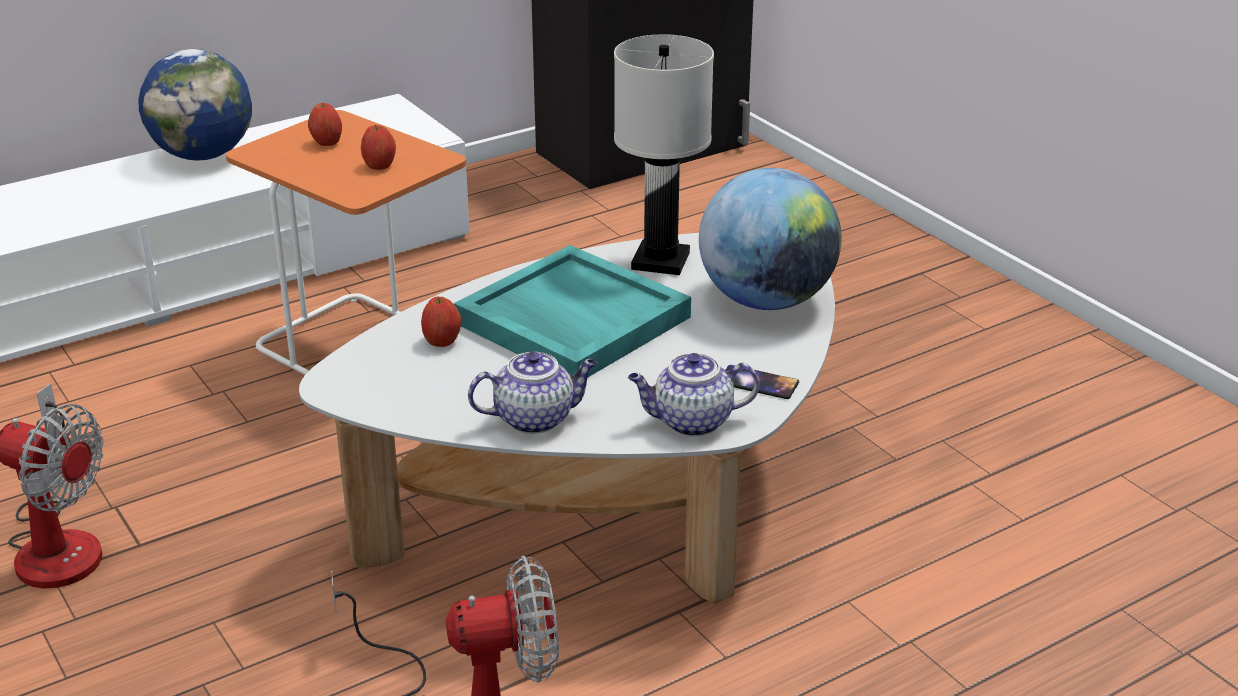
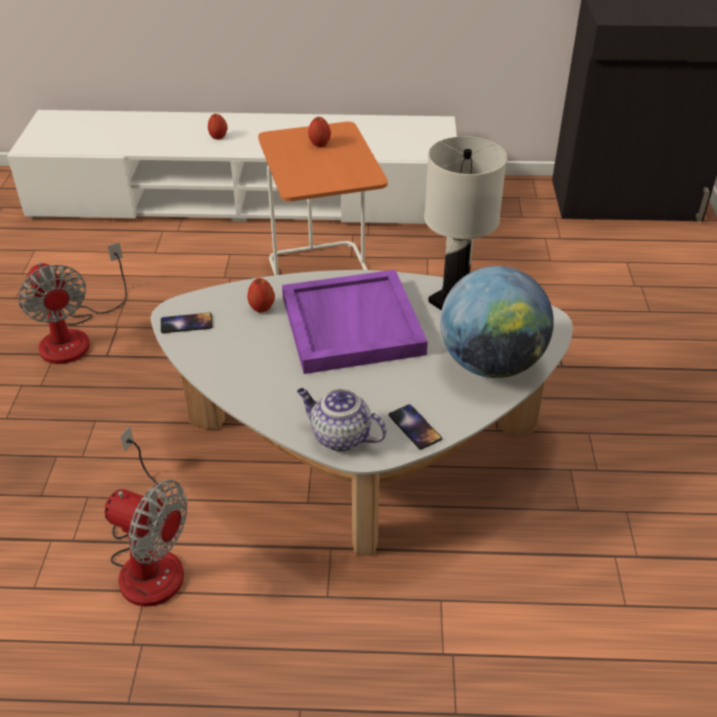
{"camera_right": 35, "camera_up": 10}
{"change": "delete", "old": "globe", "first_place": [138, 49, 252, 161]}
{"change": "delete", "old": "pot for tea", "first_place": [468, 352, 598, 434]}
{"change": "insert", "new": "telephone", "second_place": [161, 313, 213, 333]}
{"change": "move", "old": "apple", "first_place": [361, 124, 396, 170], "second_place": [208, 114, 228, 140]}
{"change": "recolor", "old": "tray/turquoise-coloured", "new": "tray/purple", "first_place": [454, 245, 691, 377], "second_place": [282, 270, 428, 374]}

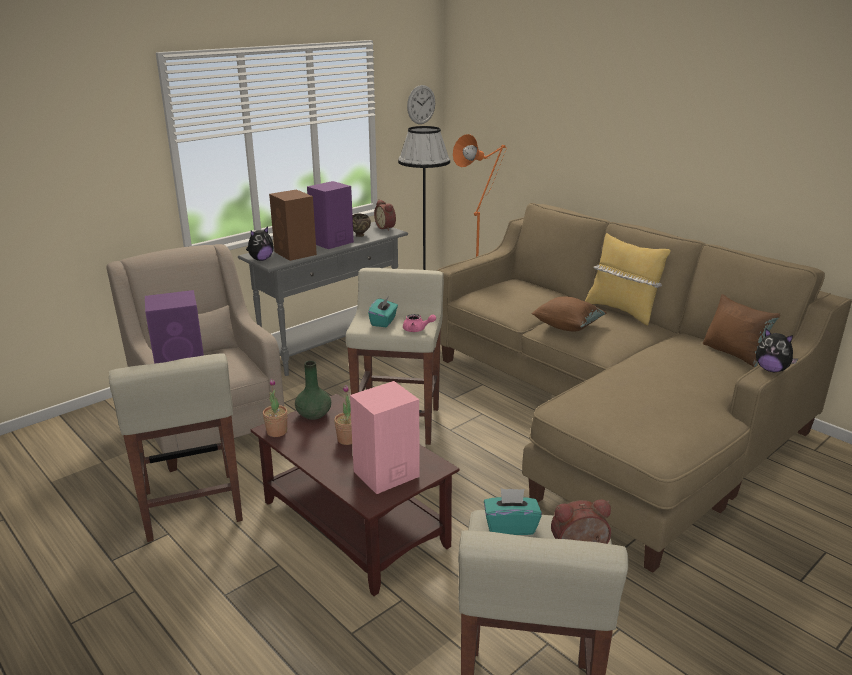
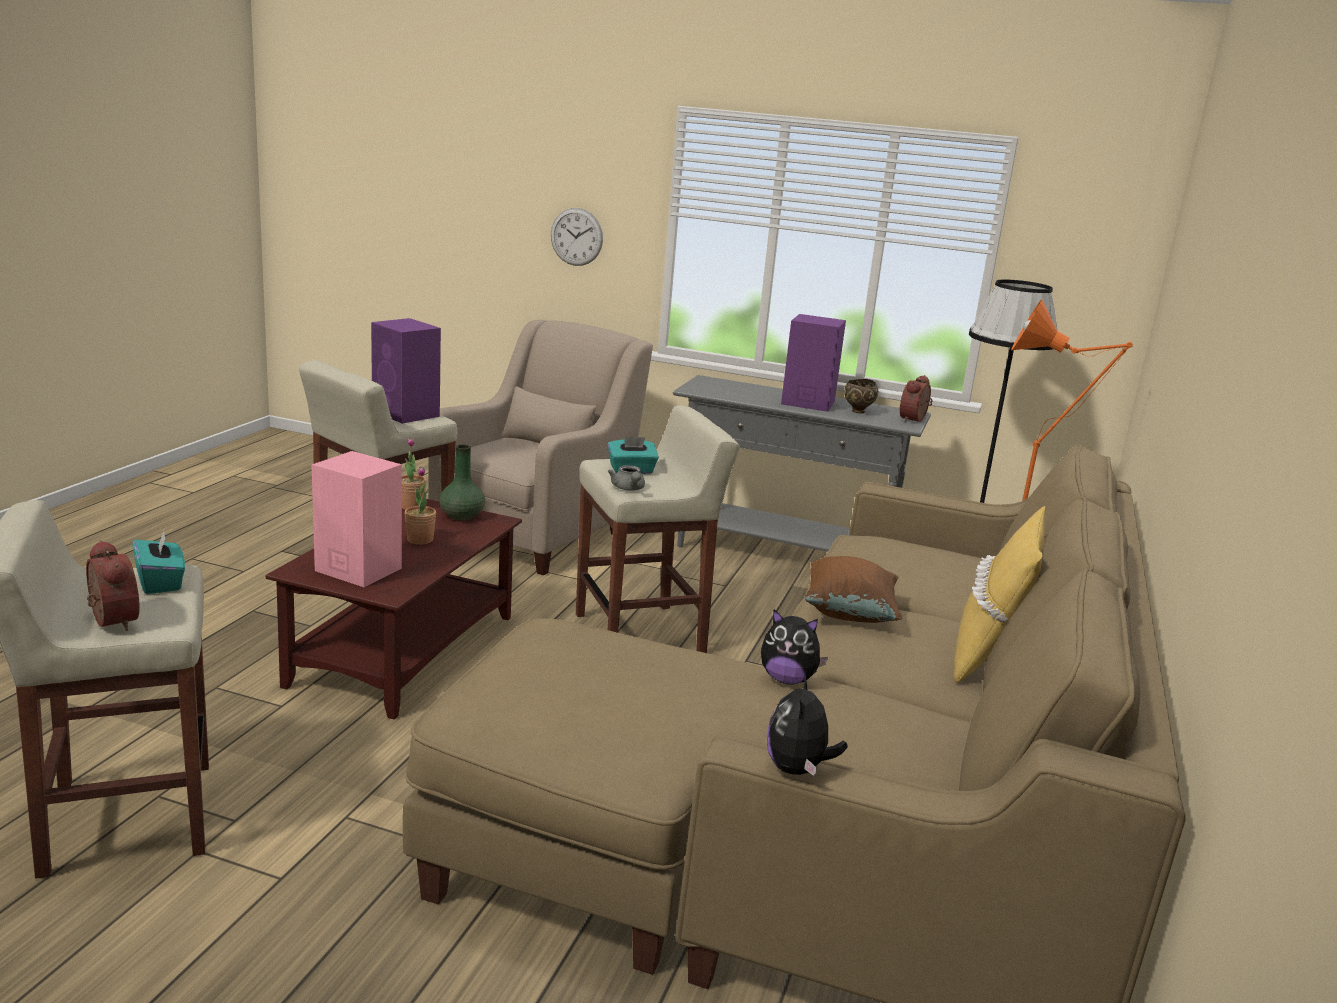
{"camera_right": 60, "camera_up": -5}
{"change": "delete", "old": "speaker/brown", "first_place": [269, 189, 317, 261]}
{"change": "delete", "old": "throw pillow/brown", "first_place": [703, 294, 780, 367]}
{"change": "move", "old": "cuddly toy", "first_place": [246, 227, 274, 261], "second_place": [761, 609, 828, 684]}
{"change": "move", "old": "hanging clock", "first_place": [407, 85, 435, 124], "second_place": [551, 208, 603, 266]}
{"change": "recolor", "old": "pot for tea/pink-coloured", "new": "pot for tea/grey", "first_place": [403, 314, 436, 332], "second_place": [608, 465, 645, 490]}

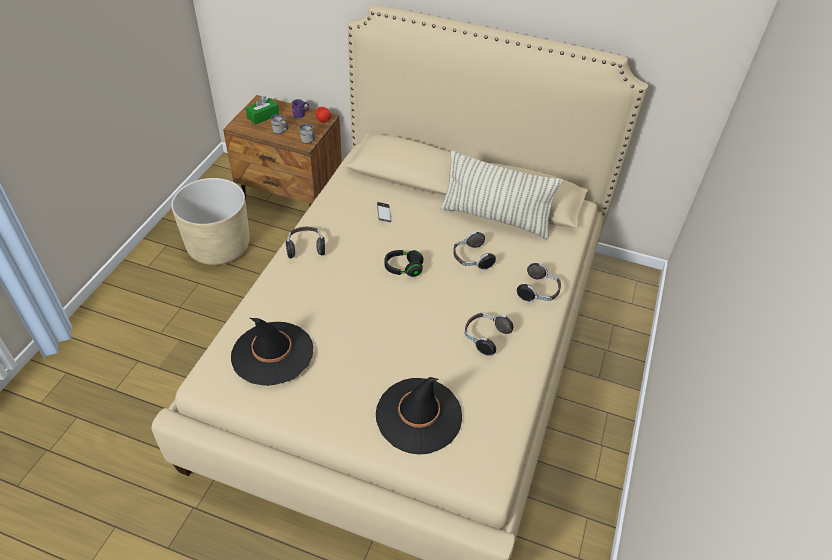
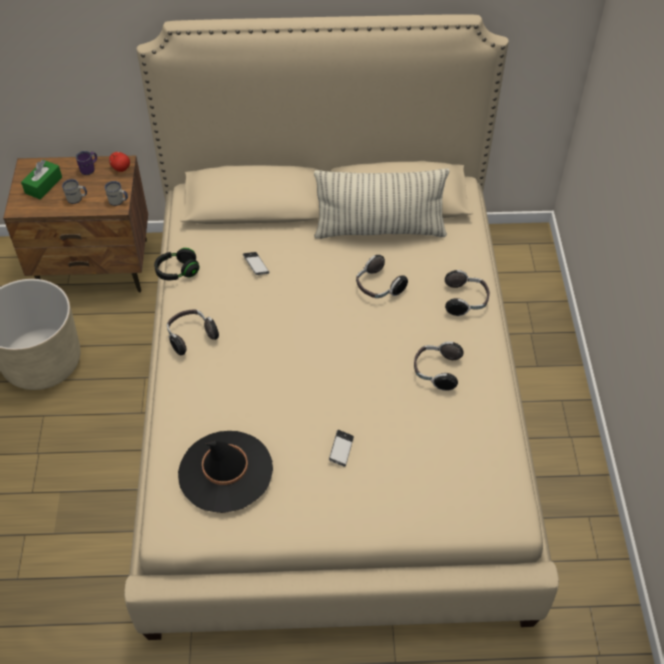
{"camera_right": -20, "camera_up": 5}
{"change": "delete", "old": "clothing hat/blackish", "first_place": [376, 377, 462, 454]}
{"change": "insert", "new": "telephone", "second_place": [329, 430, 354, 467]}
{"change": "move", "old": "headset/blackish", "first_place": [385, 250, 423, 277], "second_place": [154, 248, 199, 280]}

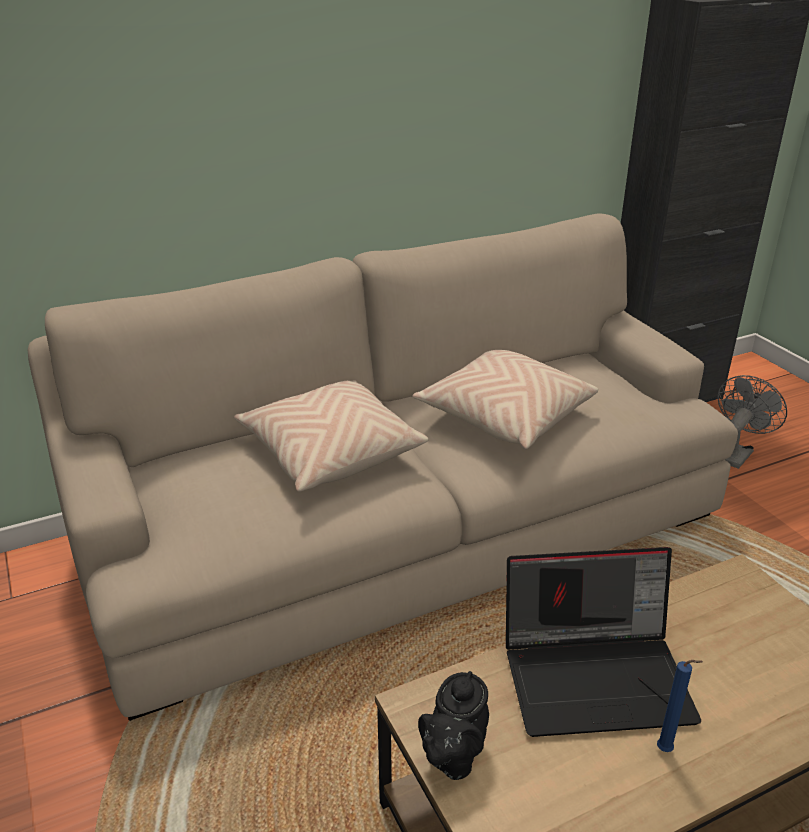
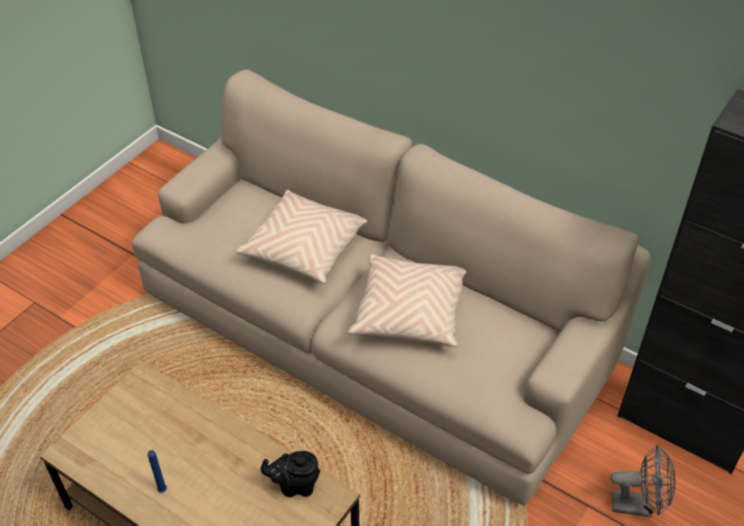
{"camera_right": 60, "camera_up": 15}
{"change": "delete", "old": "laptop", "first_place": [506, 547, 701, 737]}
{"change": "move", "old": "pot for tea/blackish", "first_place": [418, 671, 489, 780], "second_place": [261, 451, 320, 497]}

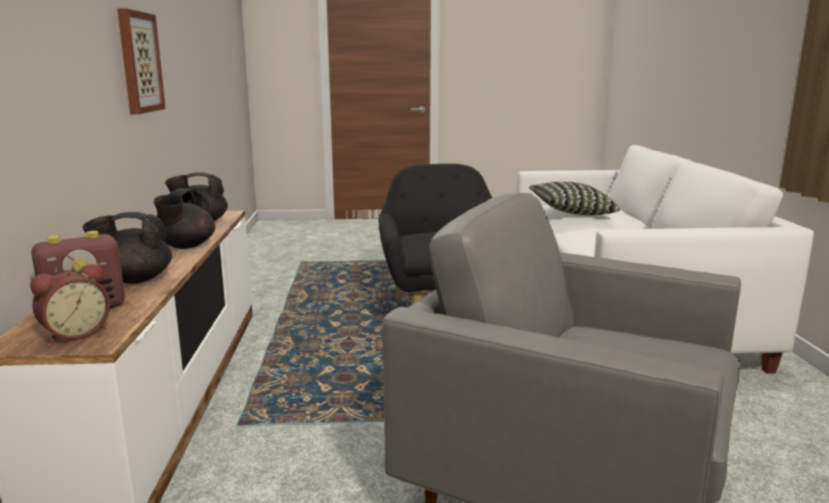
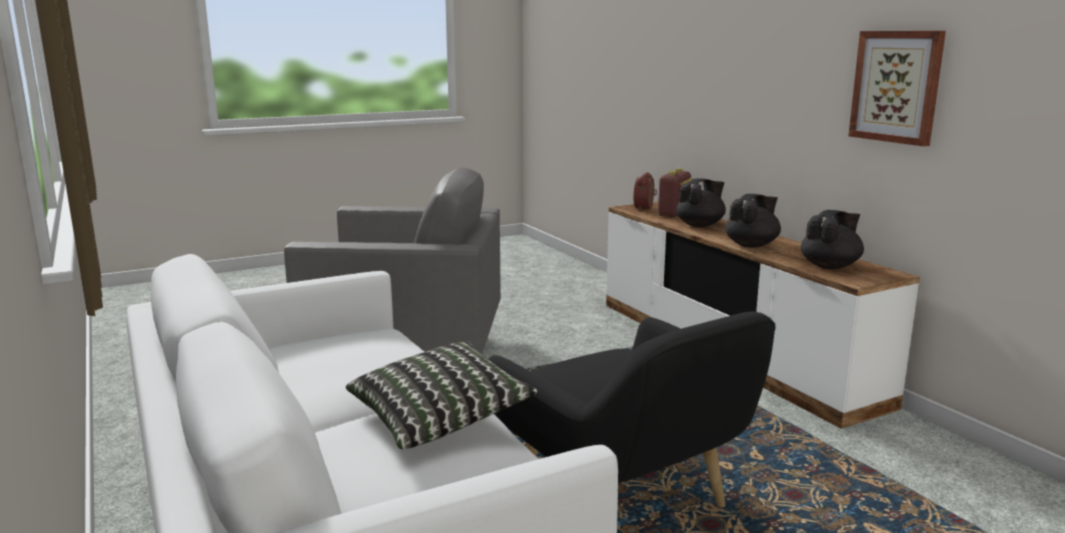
{"camera_right": 155, "camera_up": 0}
{"change": "rotate", "old": "pot for tea/blackish", "first_place": [154, 188, 215, 249], "second_place": [725, 194, 781, 248], "degrees": 60}

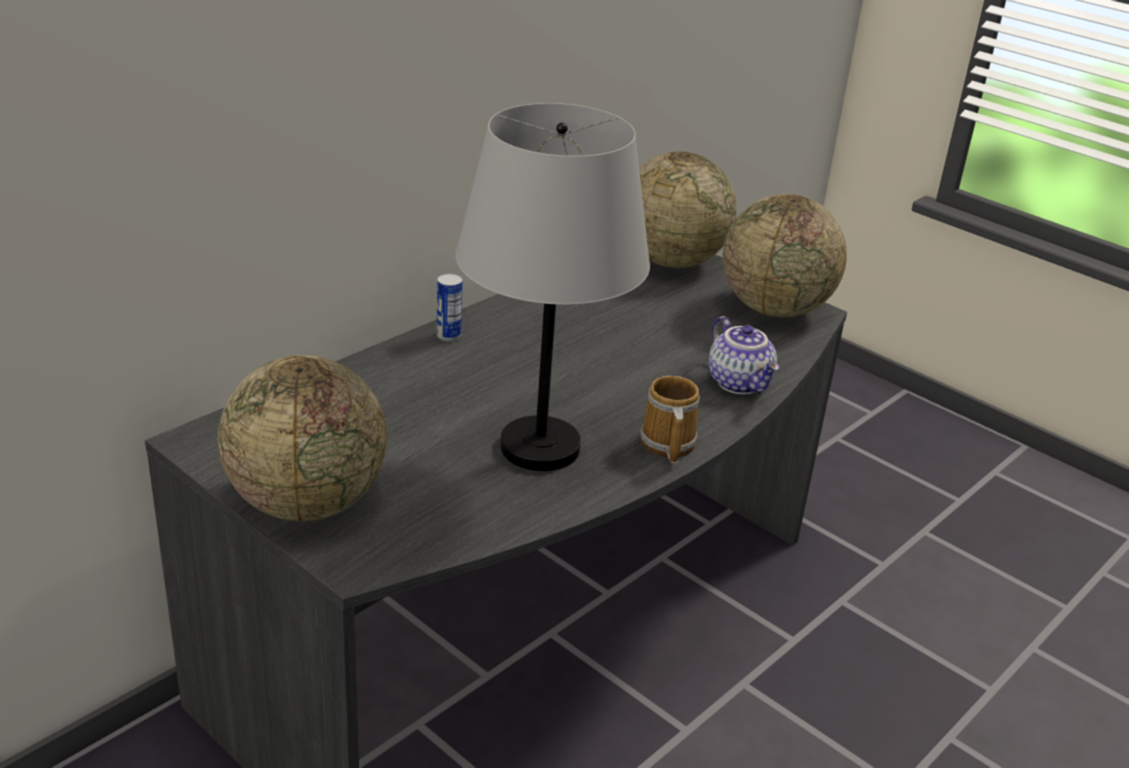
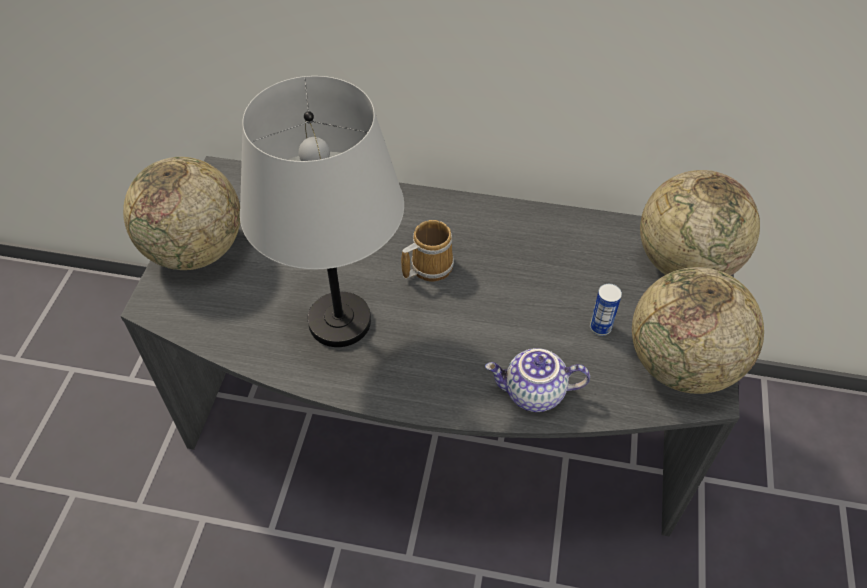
{"camera_right": 60, "camera_up": 20}
{"change": "move", "old": "sealed can", "first_place": [437, 274, 462, 342], "second_place": [590, 284, 622, 336]}
{"change": "move", "old": "mug", "first_place": [640, 376, 700, 463], "second_place": [401, 220, 454, 282]}
{"change": "rotate", "old": "pot for tea", "first_place": [709, 316, 779, 395], "second_place": [485, 348, 590, 412], "degrees": 60}

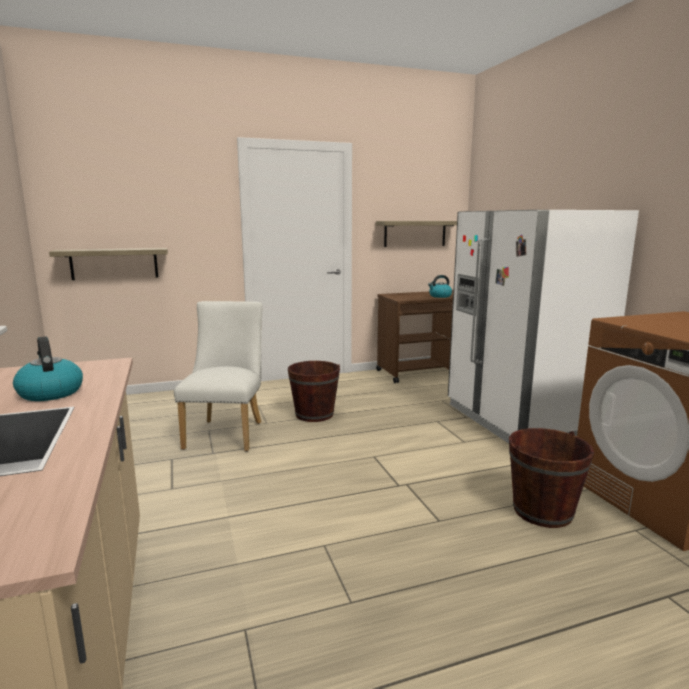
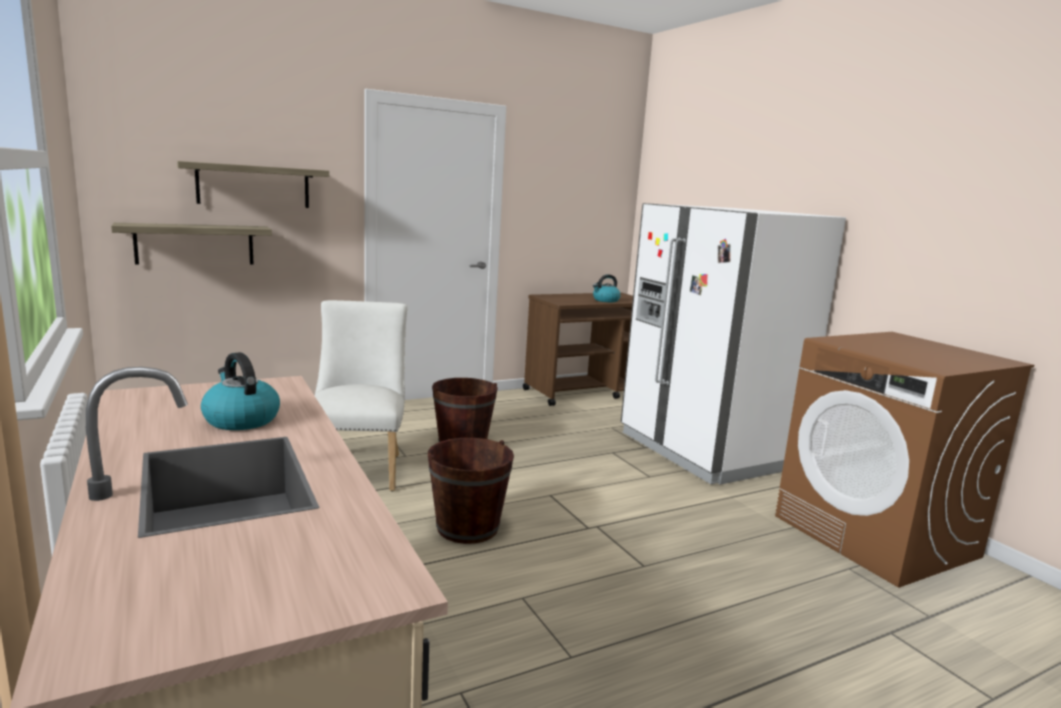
{"camera_right": -10, "camera_up": 0}
{"change": "move", "old": "shelf", "first_place": [376, 221, 457, 247], "second_place": [177, 161, 329, 208]}
{"change": "move", "old": "bucket/brown", "first_place": [509, 428, 594, 528], "second_place": [428, 438, 514, 544]}

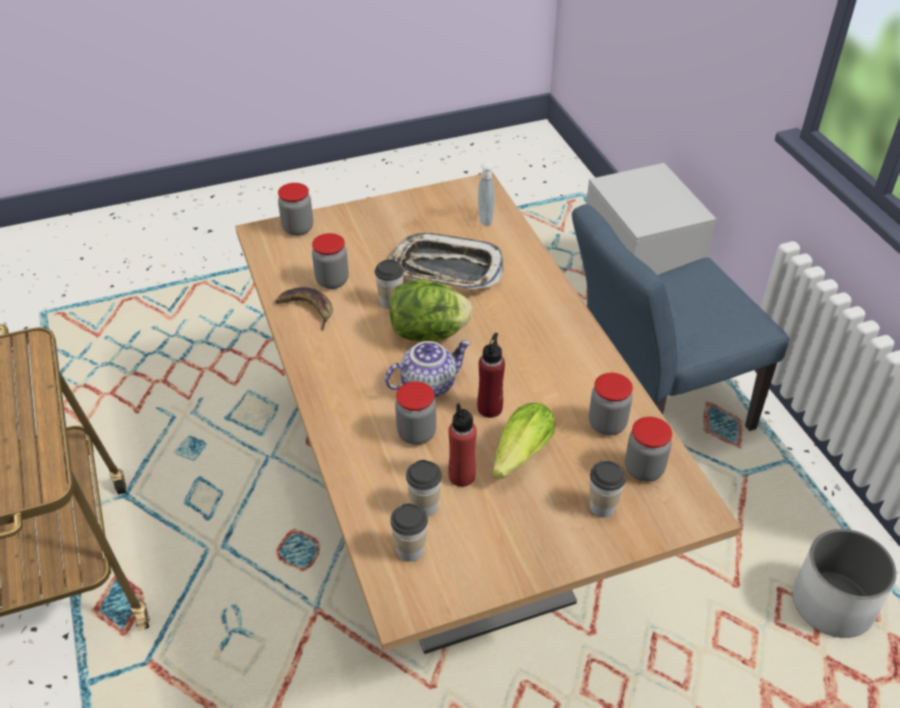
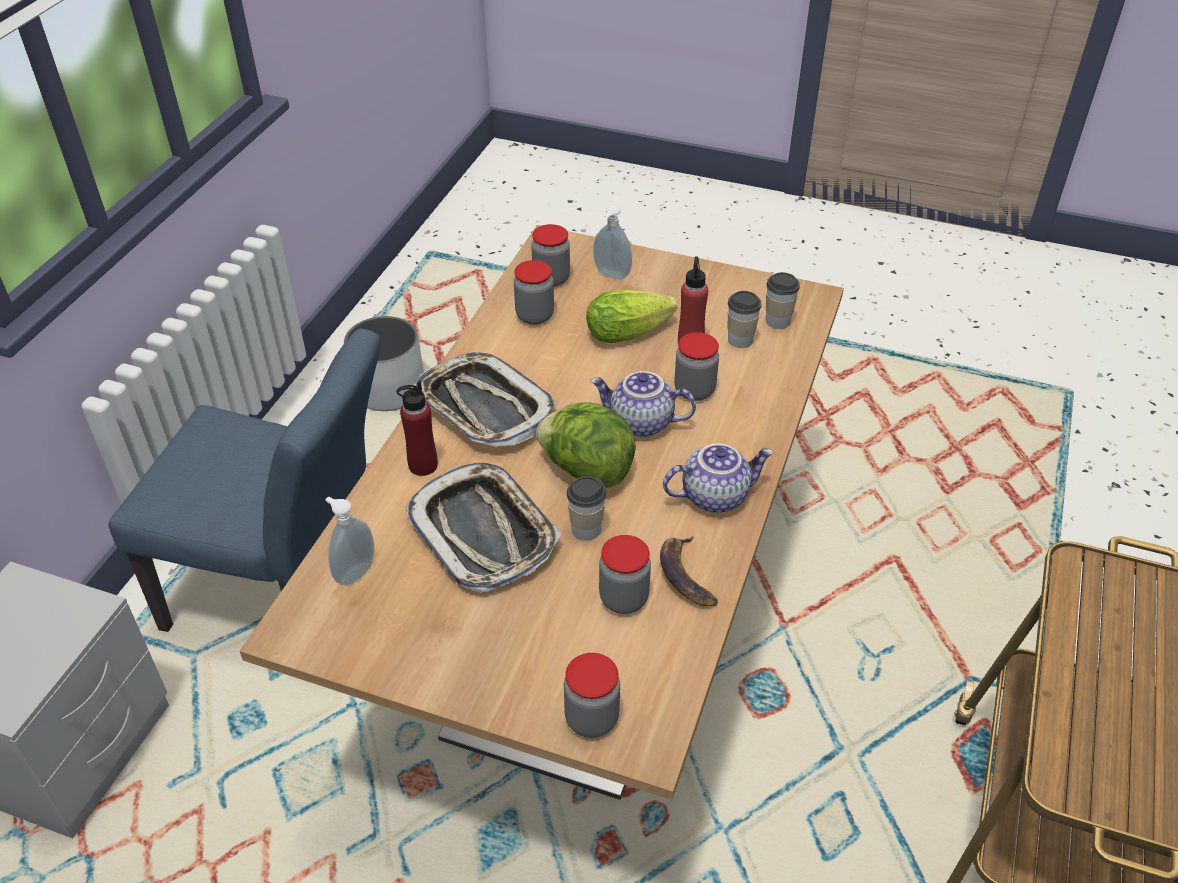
{"camera_right": -140, "camera_up": 0}
{"change": "insert", "new": "tray", "second_place": [412, 352, 557, 447]}
{"change": "insert", "new": "pot for tea", "second_place": [663, 443, 774, 513]}
{"change": "move", "old": "drink bottle/reddish", "first_place": [477, 333, 505, 418], "second_place": [397, 381, 438, 476]}
{"change": "replace", "old": "drinking cup", "new": "soap bottle", "first_place": [590, 461, 626, 518], "second_place": [593, 205, 632, 280]}

